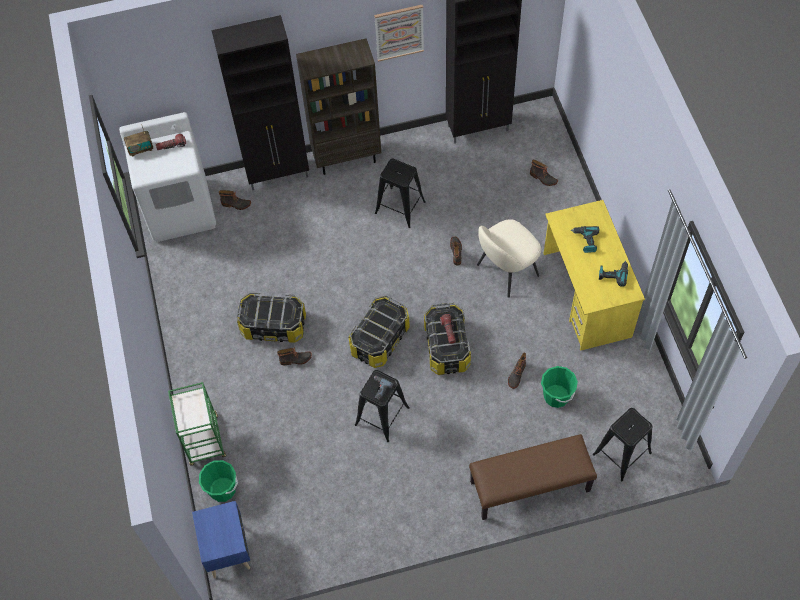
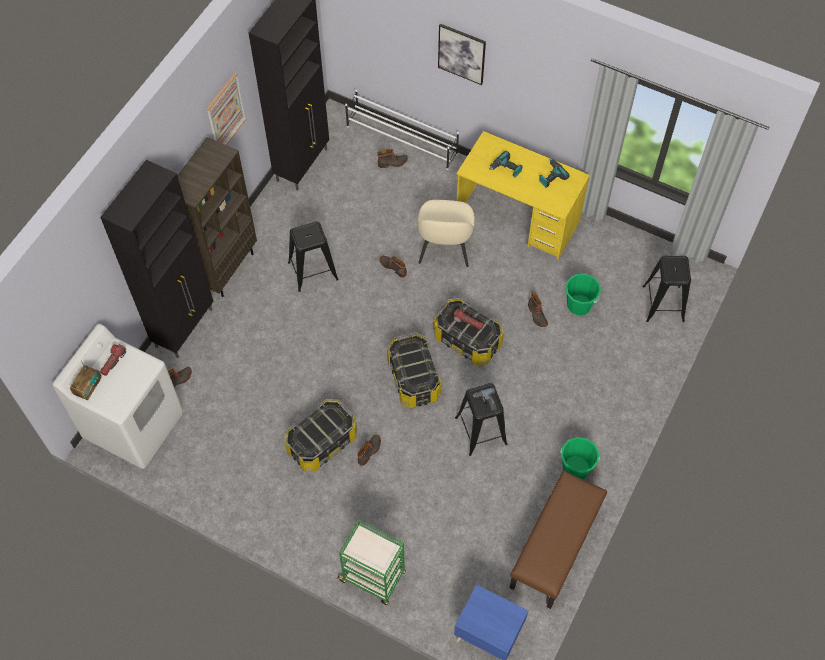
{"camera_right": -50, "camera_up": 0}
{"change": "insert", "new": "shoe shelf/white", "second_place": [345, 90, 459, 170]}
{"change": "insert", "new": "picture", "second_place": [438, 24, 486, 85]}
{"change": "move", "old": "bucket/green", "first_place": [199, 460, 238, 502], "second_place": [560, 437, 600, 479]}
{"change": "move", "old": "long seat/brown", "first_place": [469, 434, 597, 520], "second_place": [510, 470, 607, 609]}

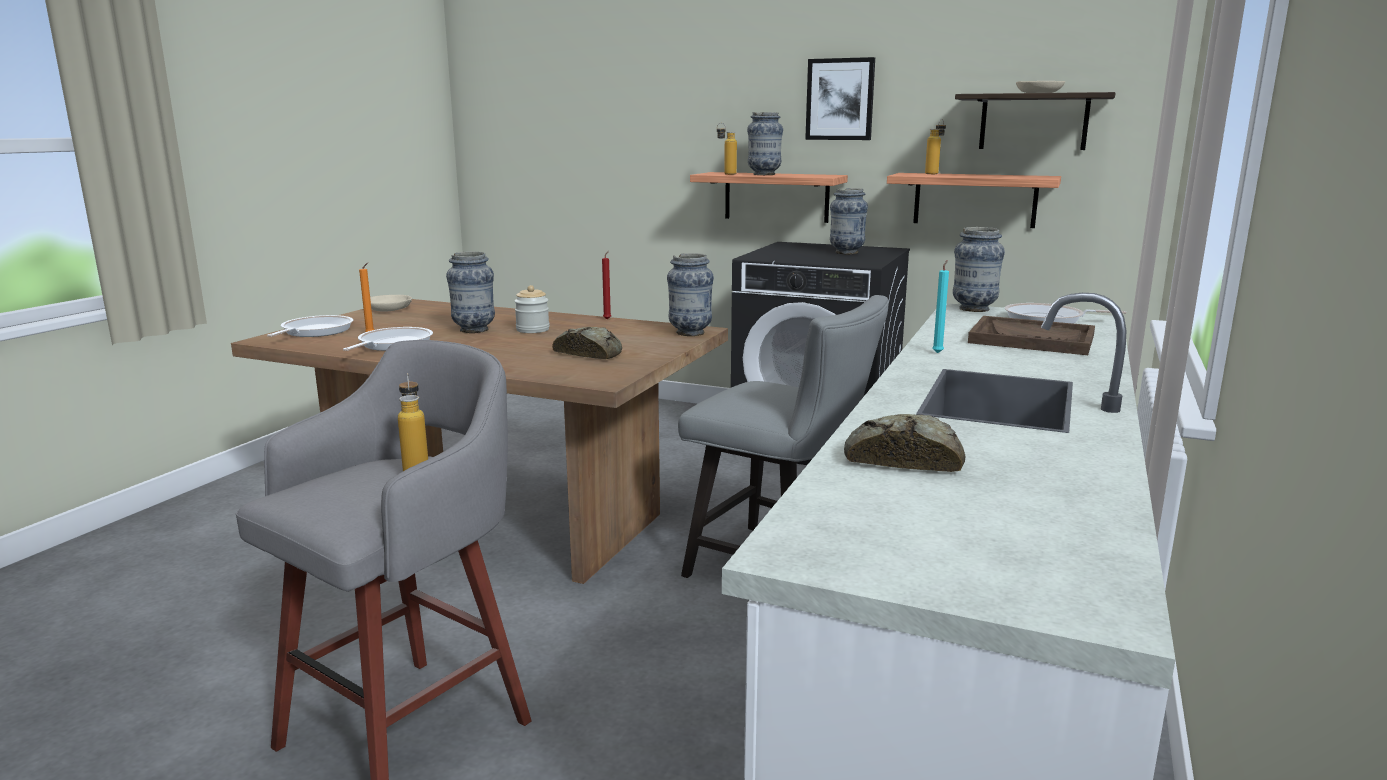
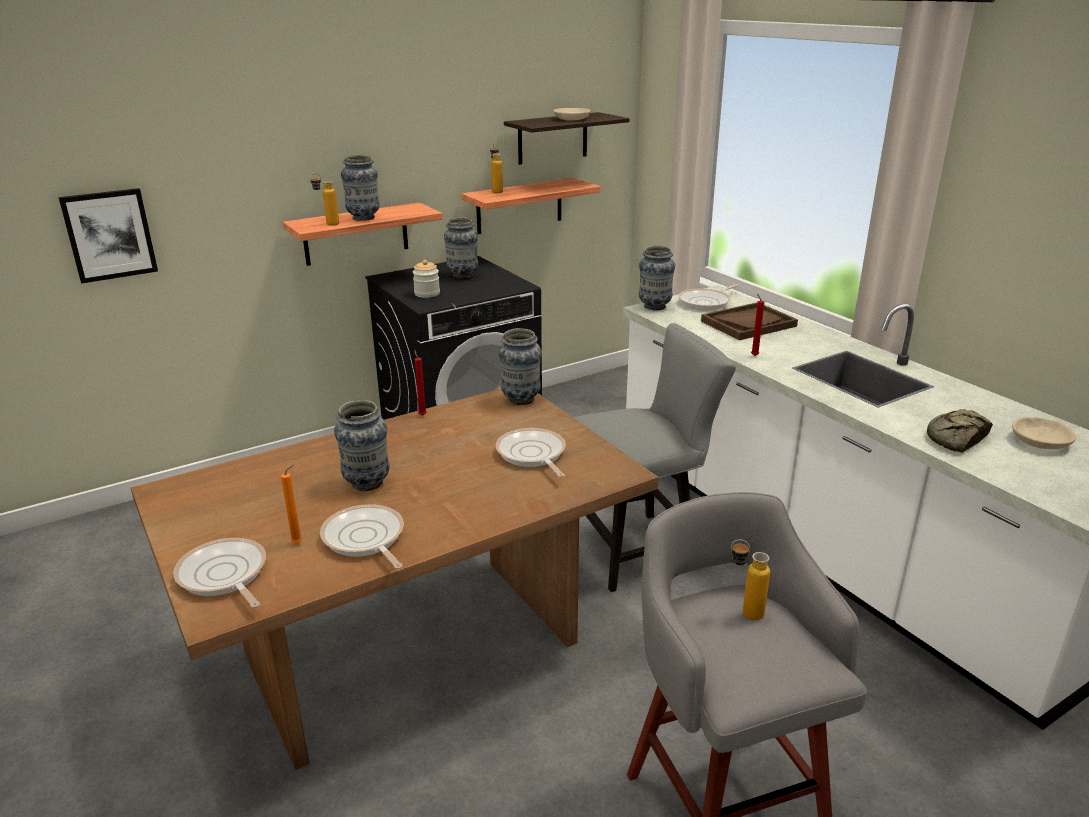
{"camera_right": -55, "camera_up": 10}
{"change": "move", "old": "deep dish/beige", "first_place": [370, 295, 412, 311], "second_place": [1012, 417, 1076, 449]}
{"change": "move", "old": "preserve jar", "first_place": [514, 285, 550, 333], "second_place": [413, 260, 440, 298]}
{"change": "move", "old": "picture", "first_place": [805, 57, 875, 140], "second_place": [58, 188, 158, 284]}
{"change": "replace", "old": "baked bread", "new": "frying pan", "first_place": [552, 327, 622, 359], "second_place": [496, 428, 566, 477]}
{"change": "recolor", "old": "wax light/turquoise-coloured", "new": "wax light/reddish", "first_place": [932, 260, 949, 353], "second_place": [751, 293, 764, 356]}

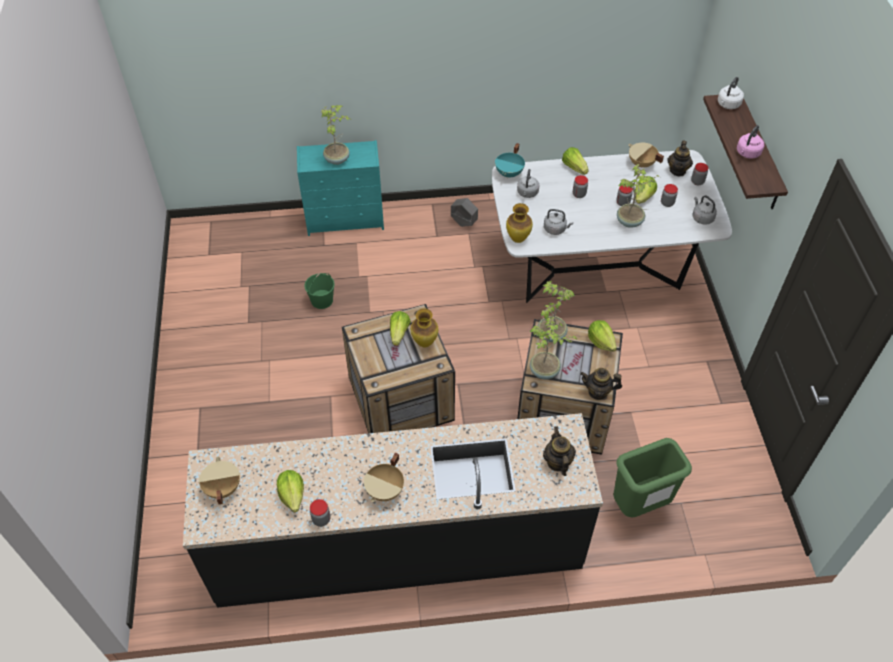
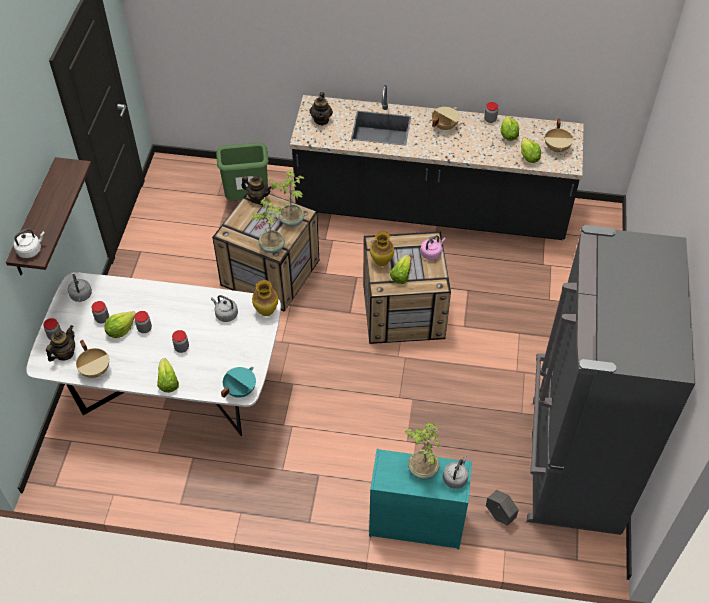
{"camera_right": -165, "camera_up": 0}
{"change": "delete", "old": "bucket/green", "first_place": [304, 273, 335, 309]}
{"change": "delete", "old": "potted plant", "first_place": [617, 164, 660, 228]}
{"change": "insert", "new": "kitchen fridge/grey", "second_place": [527, 225, 695, 535]}
{"change": "move", "old": "planter/grey", "first_place": [451, 198, 478, 227], "second_place": [486, 490, 519, 526]}
{"change": "move", "old": "water kettle/grey", "first_place": [517, 169, 539, 198], "second_place": [443, 456, 469, 489]}
{"change": "move", "old": "head of lettuce", "first_place": [588, 320, 617, 352], "second_place": [521, 138, 541, 163]}
{"change": "move", "old": "water kettle/pink-coloured", "first_place": [737, 125, 764, 159], "second_place": [420, 235, 446, 260]}

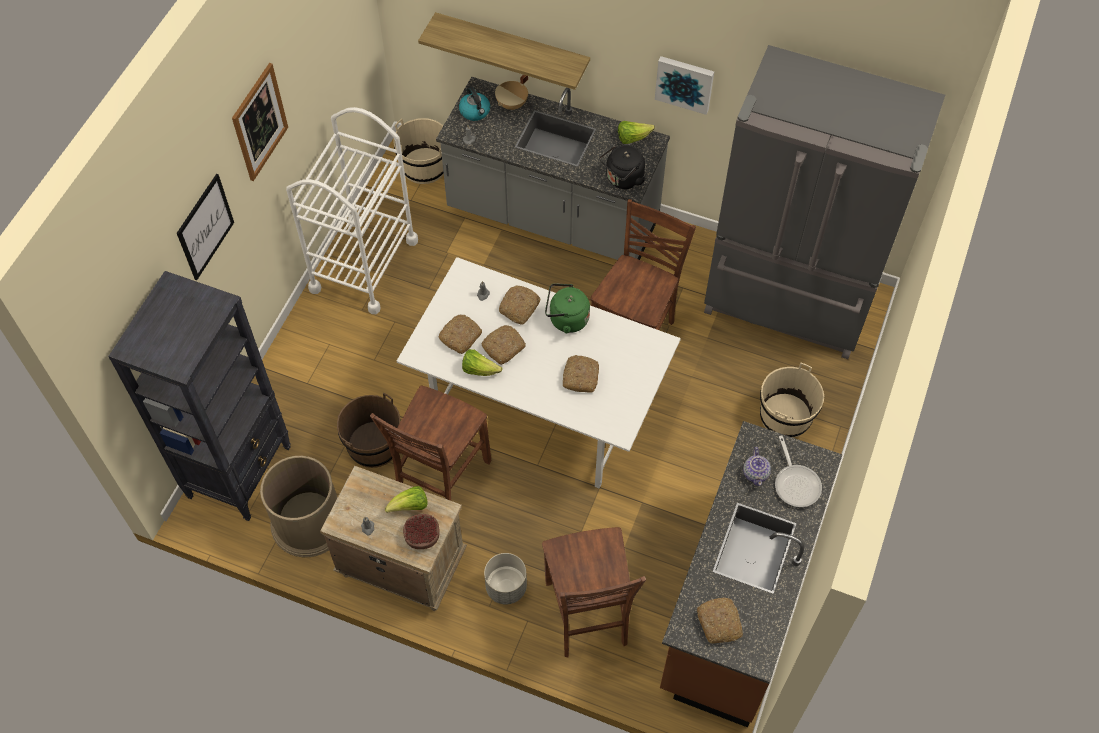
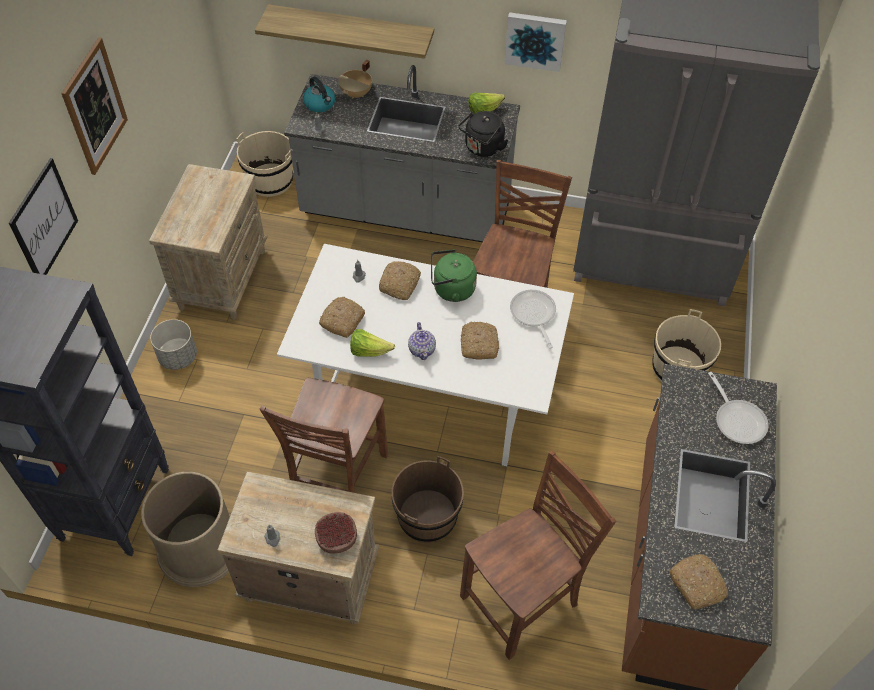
{"camera_right": -10, "camera_up": -5}
{"change": "delete", "old": "head of lettuce", "first_place": [385, 486, 428, 513]}
{"change": "delete", "old": "baked bread", "first_place": [482, 325, 526, 365]}
{"change": "insert", "new": "frying pan", "second_place": [510, 290, 556, 349]}
{"change": "move", "old": "bucket/brown", "first_place": [337, 392, 401, 468], "second_place": [392, 456, 464, 543]}
{"change": "move", "old": "planter/grey", "first_place": [484, 553, 527, 604], "second_place": [150, 319, 197, 370]}
{"change": "move", "old": "pot for tea", "first_place": [743, 447, 771, 486], "second_place": [408, 322, 436, 360]}
{"change": "replace", "old": "cart/white", "new": "night table/beige", "first_place": [286, 107, 418, 314], "second_place": [149, 164, 268, 320]}
{"change": "rotate", "old": "upright chair/brown", "first_place": [542, 527, 646, 657], "second_place": [460, 450, 616, 660], "degrees": -105}

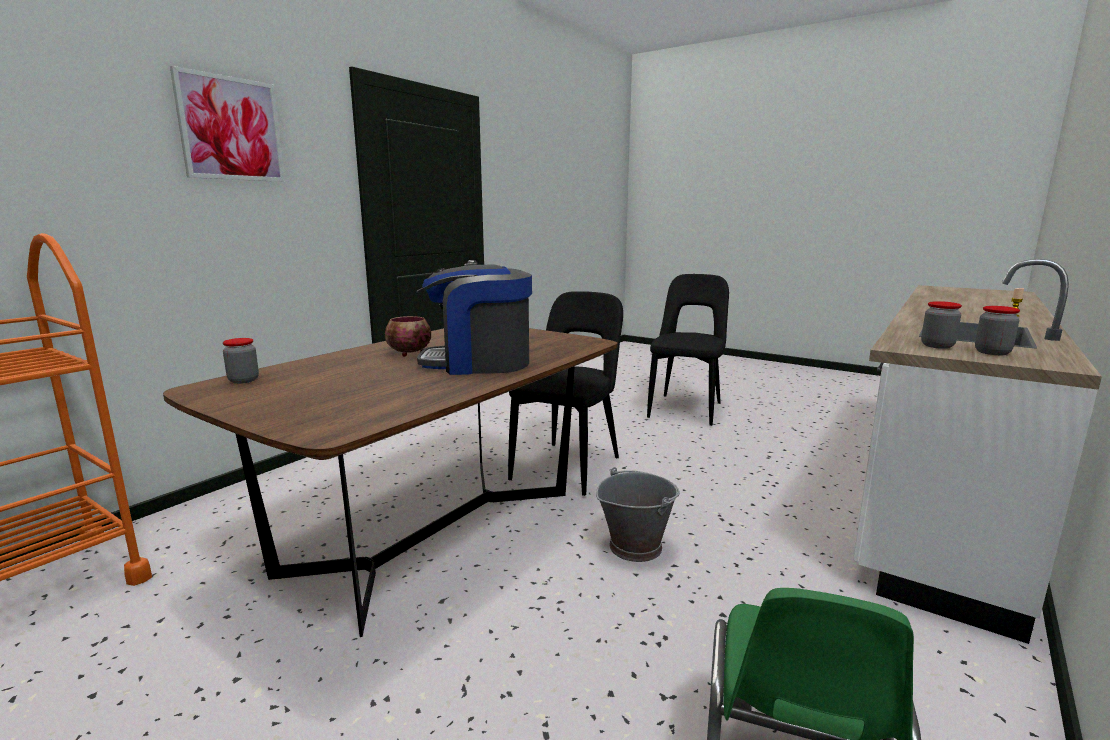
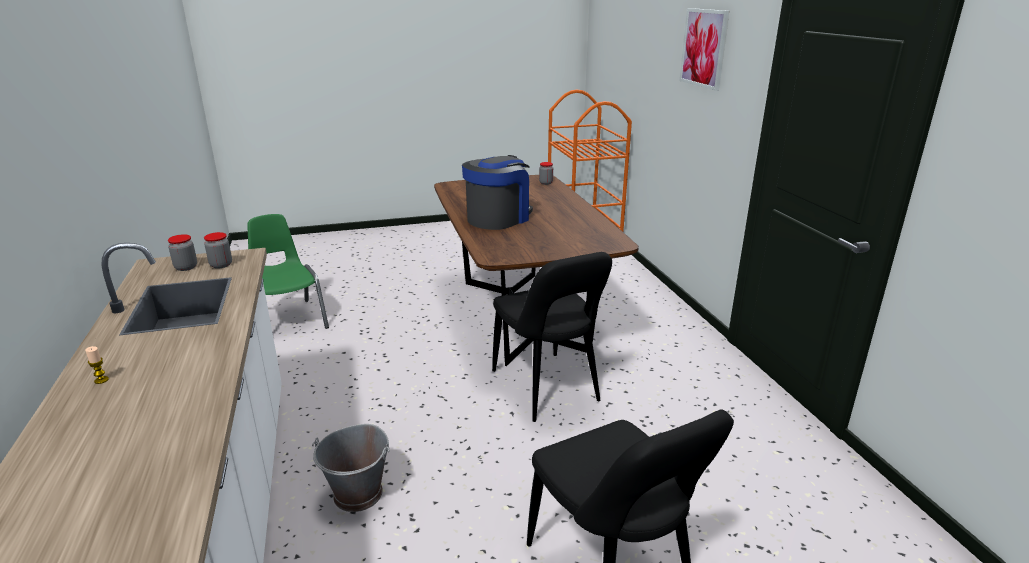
{"camera_right": 130, "camera_up": 10}
{"change": "delete", "old": "deep dish", "first_place": [385, 316, 431, 357]}
{"change": "move", "old": "bucket/grey", "first_place": [596, 467, 680, 562], "second_place": [312, 424, 390, 512]}

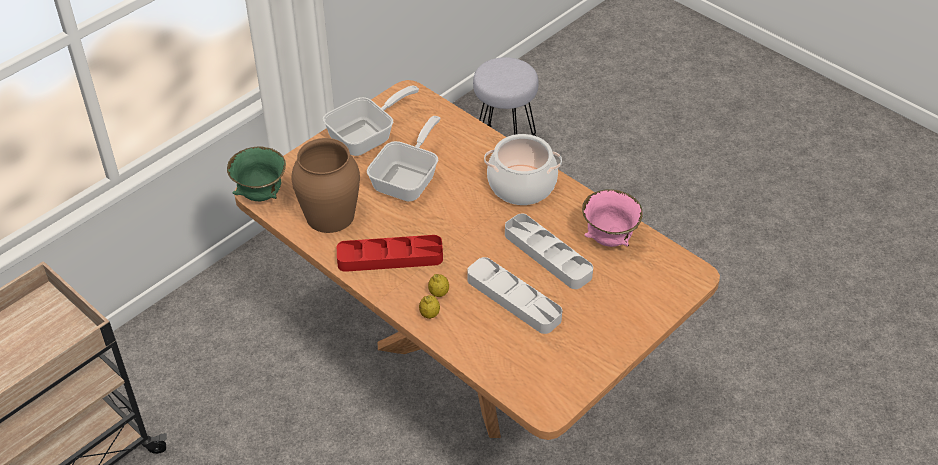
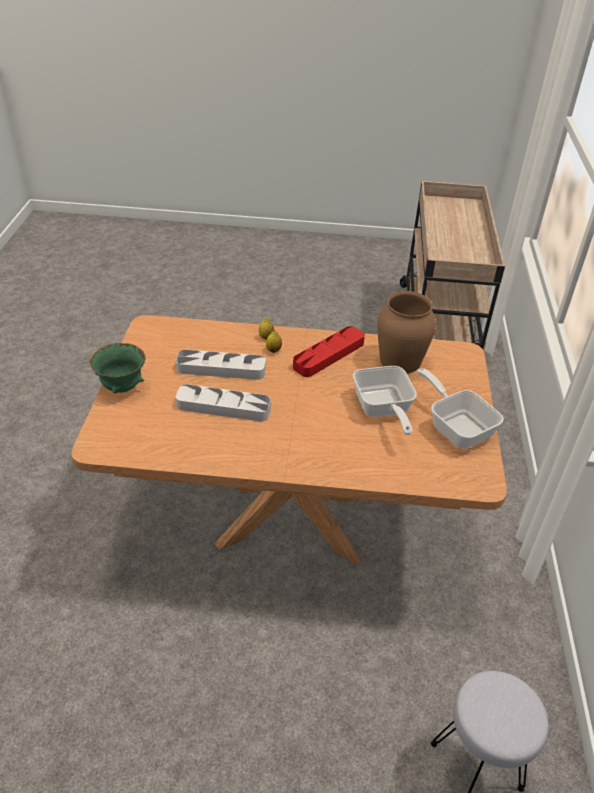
{"camera_right": 140, "camera_up": -5}
{"change": "delete", "old": "cooking pot", "first_place": [484, 134, 562, 205]}
{"change": "delete", "old": "deep dish/pink-coloured", "first_place": [582, 189, 643, 247]}
{"change": "move", "old": "deep dish/green", "first_place": [227, 146, 286, 201], "second_place": [89, 343, 146, 393]}
{"change": "rotate", "old": "frying pan", "first_place": [323, 86, 419, 156], "second_place": [417, 368, 504, 449], "degrees": 135}

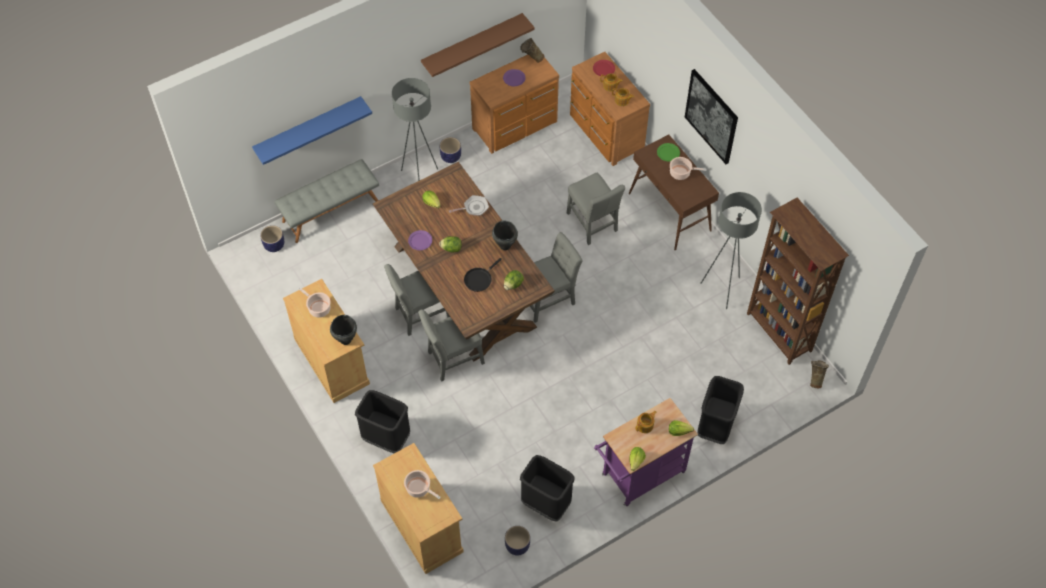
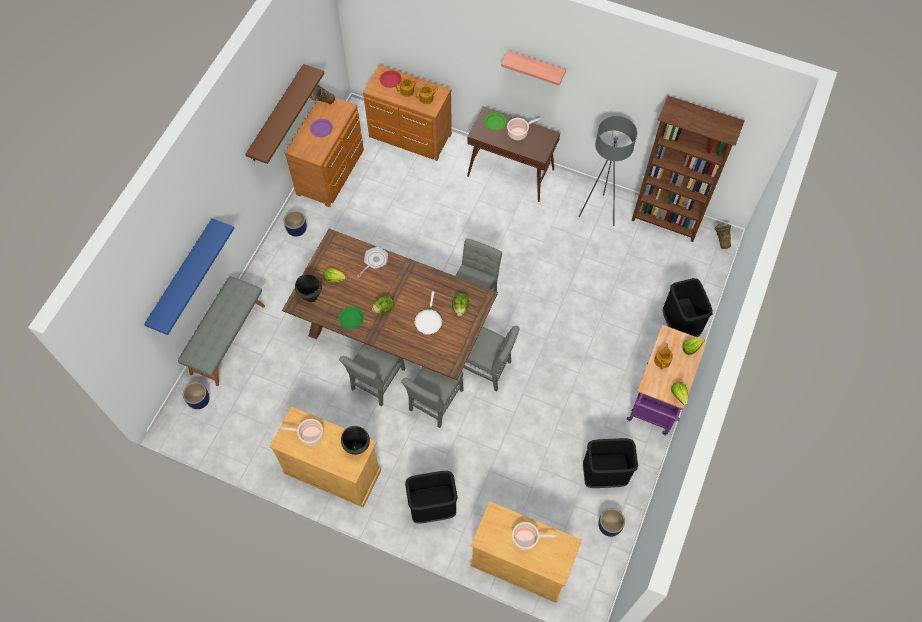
{"camera_right": -35, "camera_up": 5}
{"change": "delete", "old": "standard lamp/grey", "first_place": [392, 78, 438, 181]}
{"change": "move", "old": "cooking pot/blackish", "first_place": [492, 221, 518, 250], "second_place": [295, 274, 322, 302]}
{"change": "move", "old": "upright chair/grey", "first_place": [567, 173, 625, 245], "second_place": [463, 326, 520, 391]}
{"change": "replace", "old": "picture", "new": "shelf", "first_place": [685, 69, 738, 164], "second_place": [501, 51, 566, 85]}
{"change": "recolor", "old": "plate/purple", "new": "plate/green", "first_place": [408, 230, 432, 250], "second_place": [339, 307, 364, 329]}
{"change": "recolor", "old": "frying pan/blackish", "new": "frying pan/white", "first_place": [464, 258, 502, 292], "second_place": [414, 291, 442, 335]}

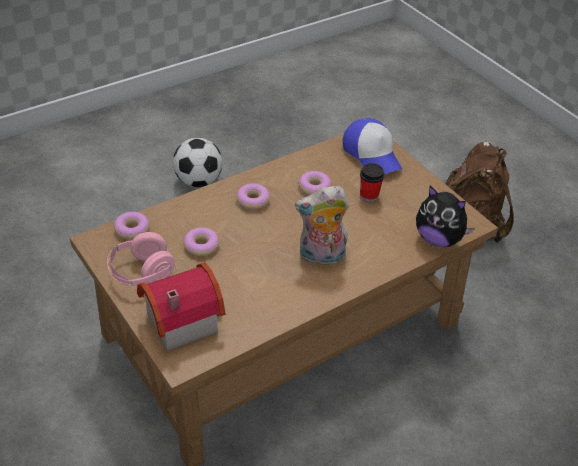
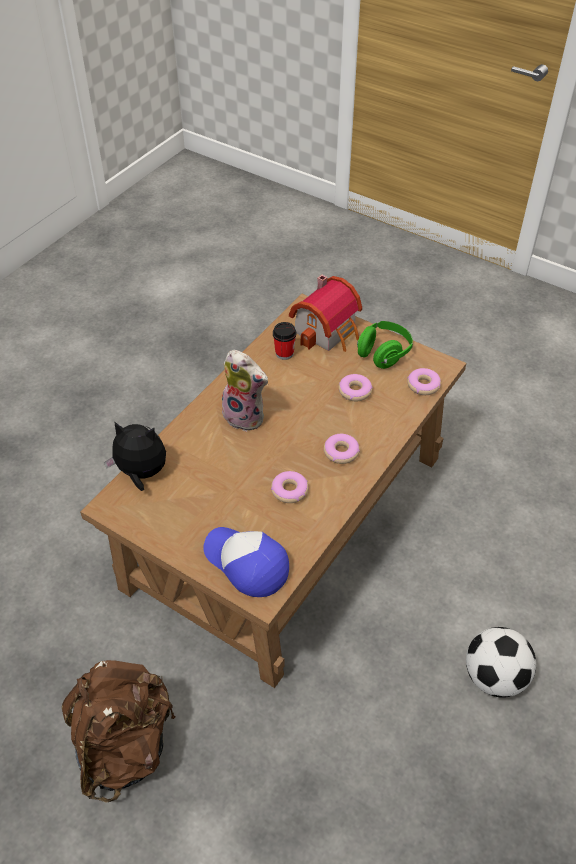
{"camera_right": 160, "camera_up": 5}
{"change": "move", "old": "drinking cup", "first_place": [360, 163, 385, 202], "second_place": [273, 322, 296, 360]}
{"change": "recolor", "old": "headset/pink-coloured", "new": "headset/green", "first_place": [107, 232, 175, 286], "second_place": [357, 321, 413, 369]}
{"change": "rotate", "old": "cuddly toy", "first_place": [295, 186, 349, 265], "second_place": [220, 350, 268, 432], "degrees": 60}

